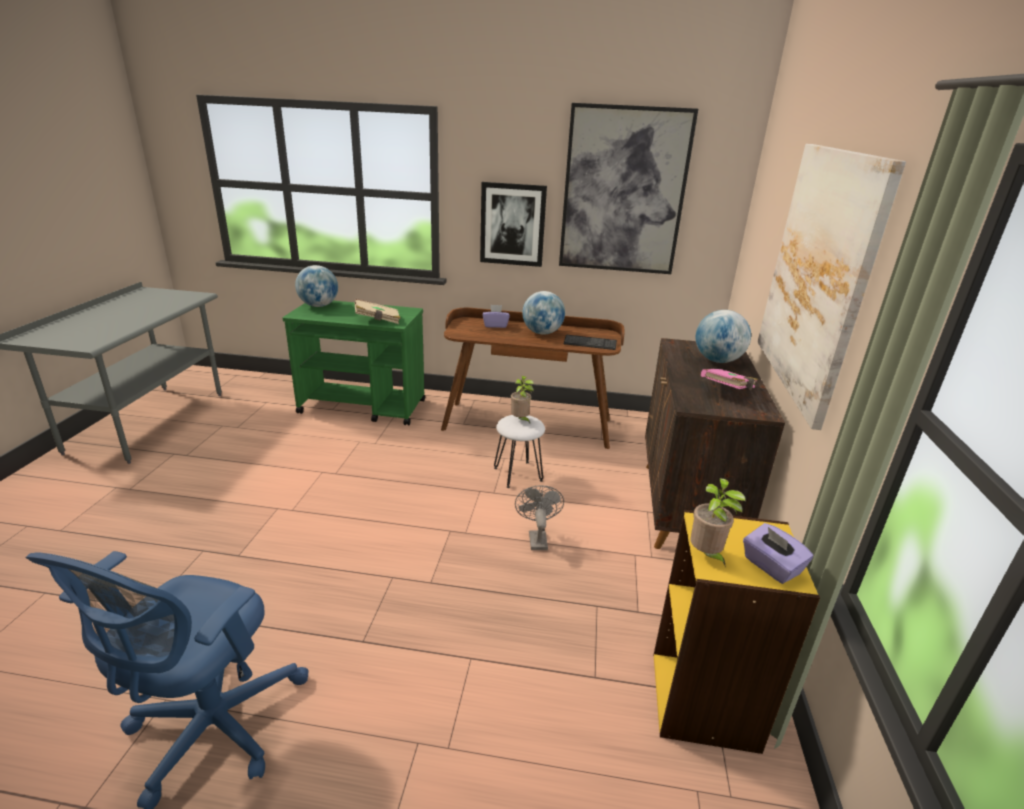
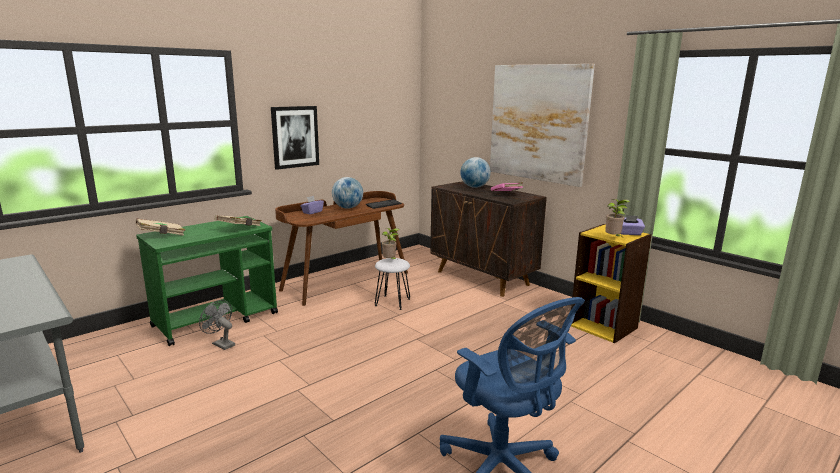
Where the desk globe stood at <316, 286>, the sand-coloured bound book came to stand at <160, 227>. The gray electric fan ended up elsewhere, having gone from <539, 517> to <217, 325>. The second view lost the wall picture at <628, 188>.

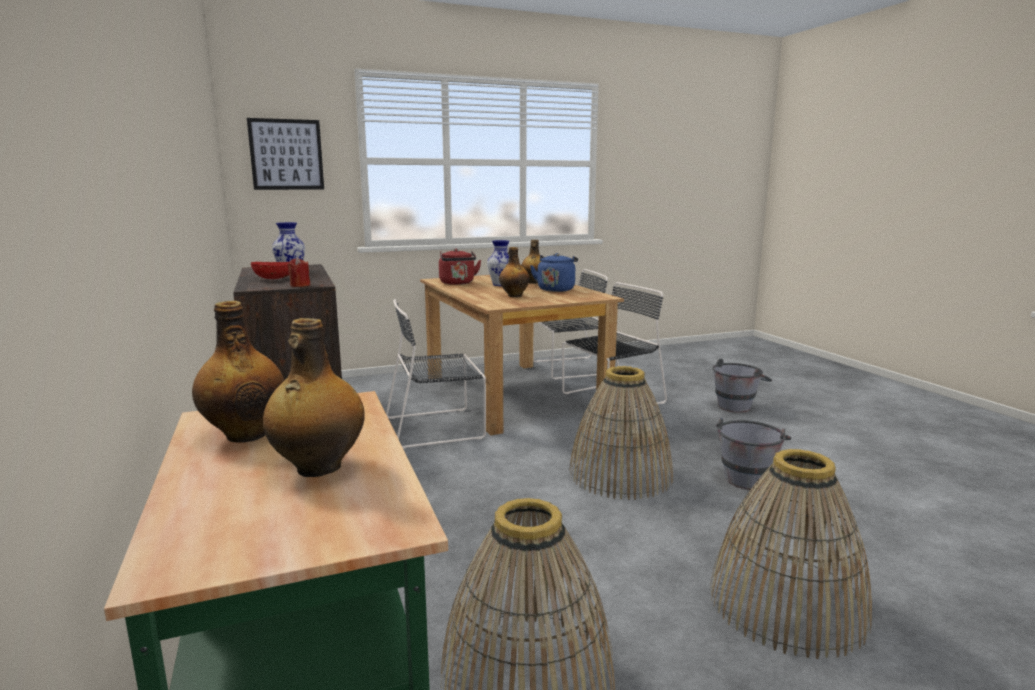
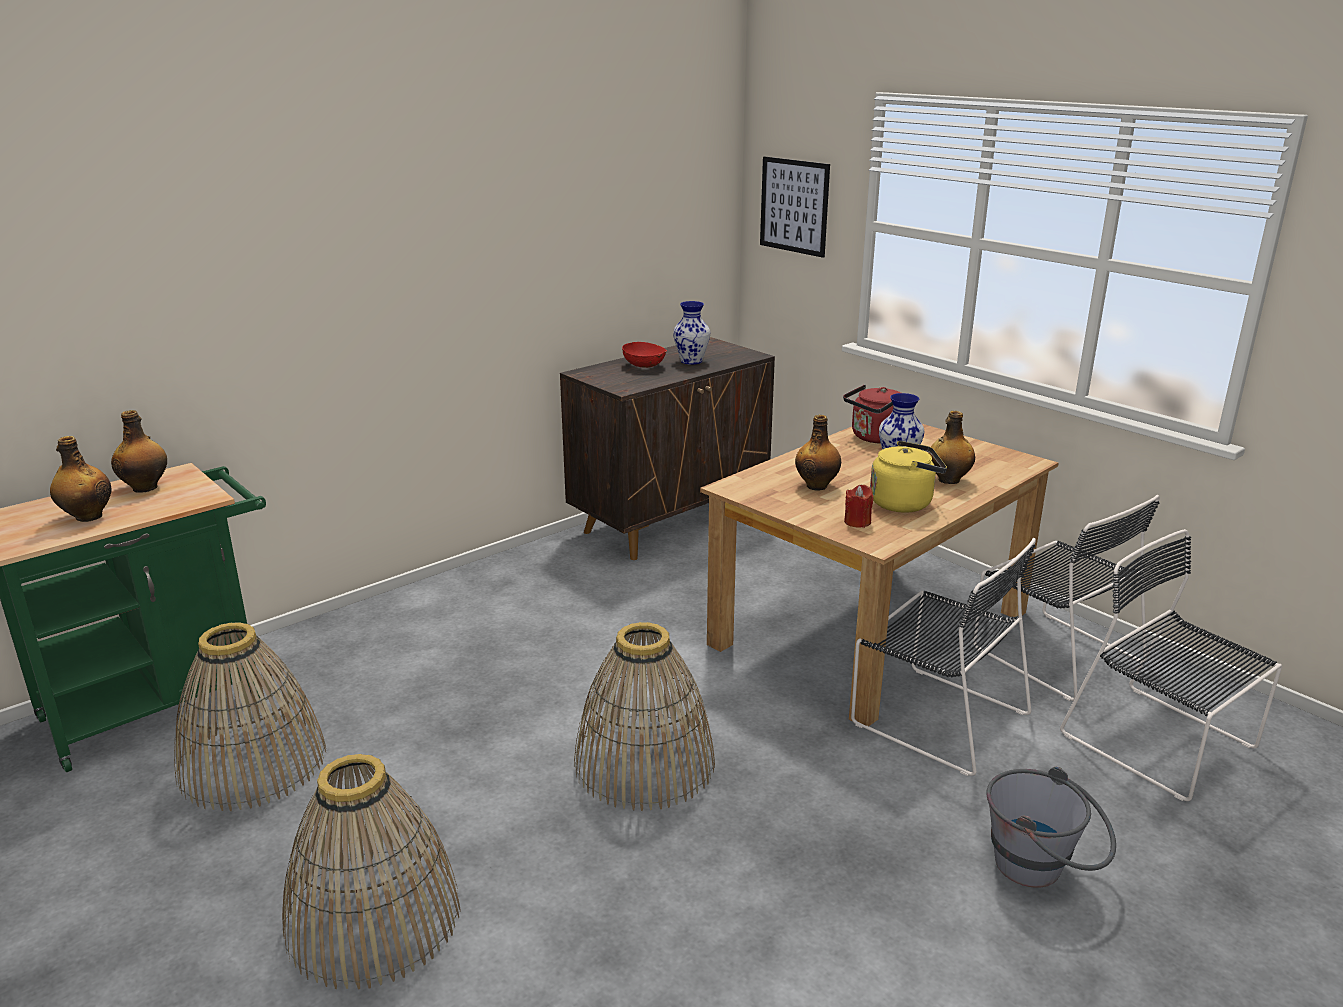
The red wax candle ended up elsewhere, having gone from <298, 272> to <858, 506>. The blackish upright chair ended up elsewhere, having gone from <436, 374> to <1171, 665>. What was the blue kettle at <554, 272> turned into the yellow-coloured kettle at <908, 477>. The second view lost the gray bucket at <753, 454>.

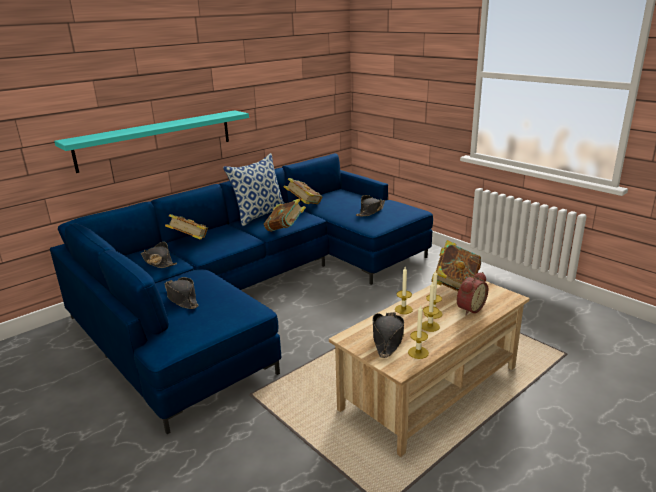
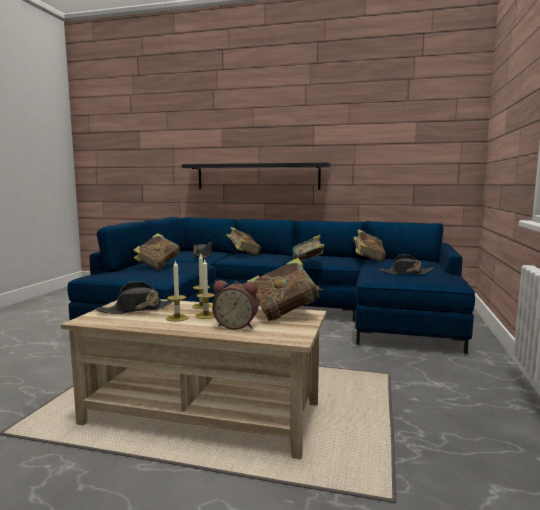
What was the turquoise bracket shelf at <151, 141> turned into the blackish bracket shelf at <256, 176>. Where the blackish clothing hat stood at <181, 293>, the bound book came to stand at <156, 251>. The second view lost the cushion at <254, 190>. The second view lost the wax candle at <418, 332>.

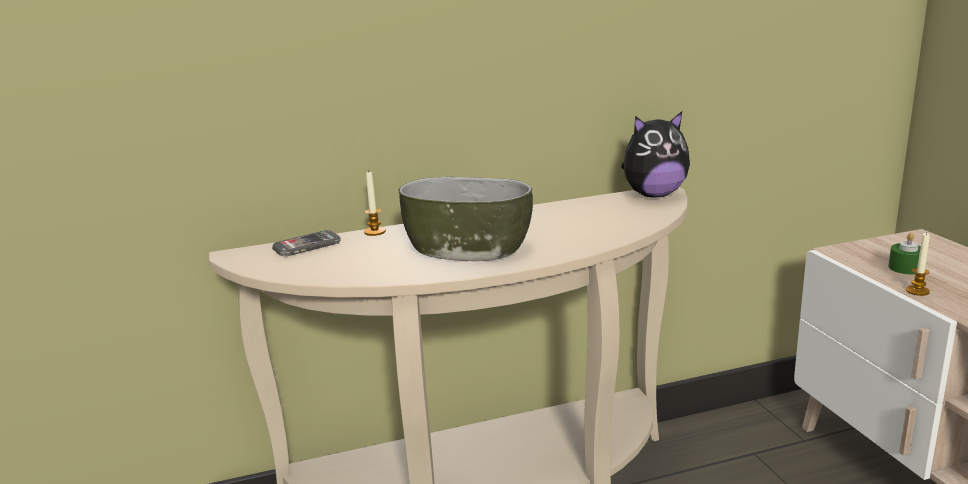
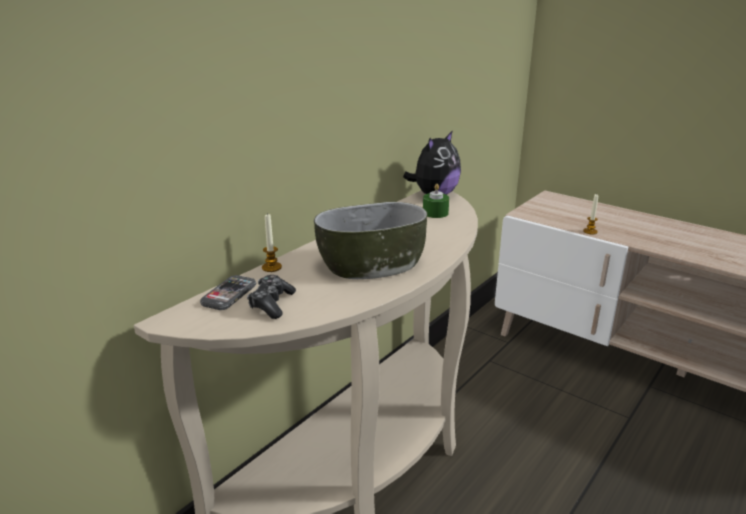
The green wax candle ended up elsewhere, having gone from <904, 254> to <436, 201>. The second view gained the gamepad at <271, 297>.

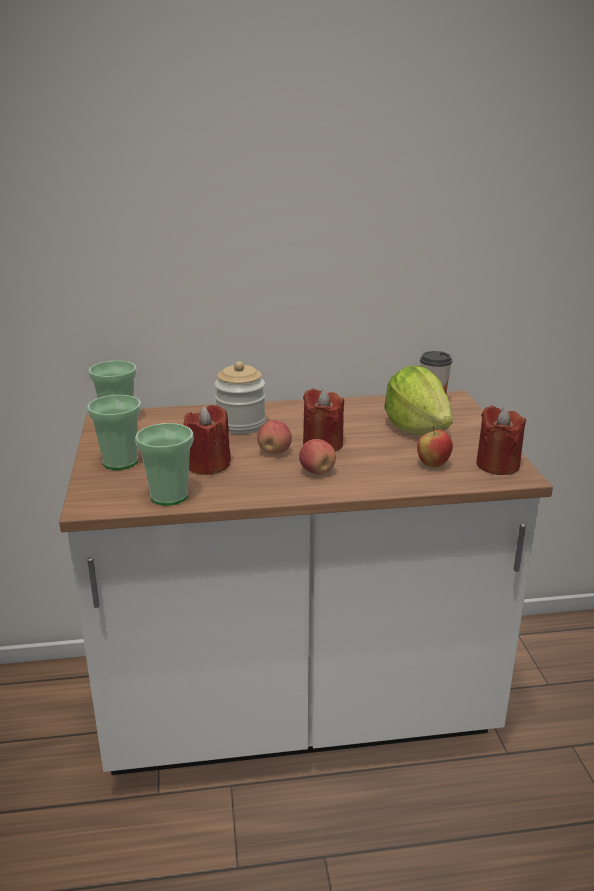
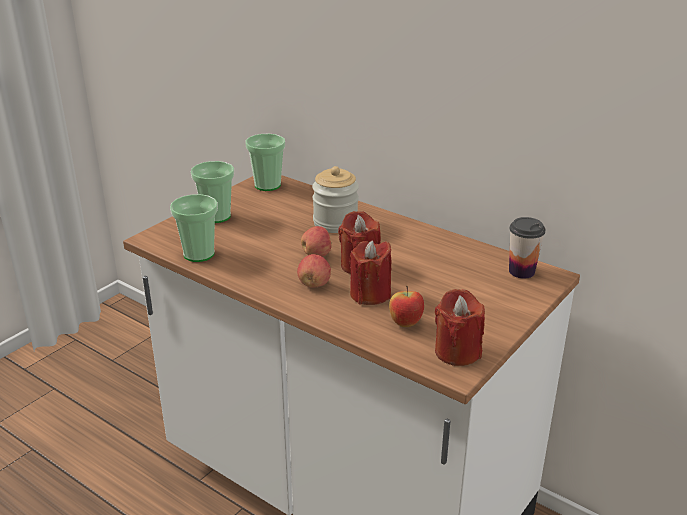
The red wax candle ended up elsewhere, having gone from <207, 440> to <370, 272>. The second view lost the lettuce head at <418, 400>.

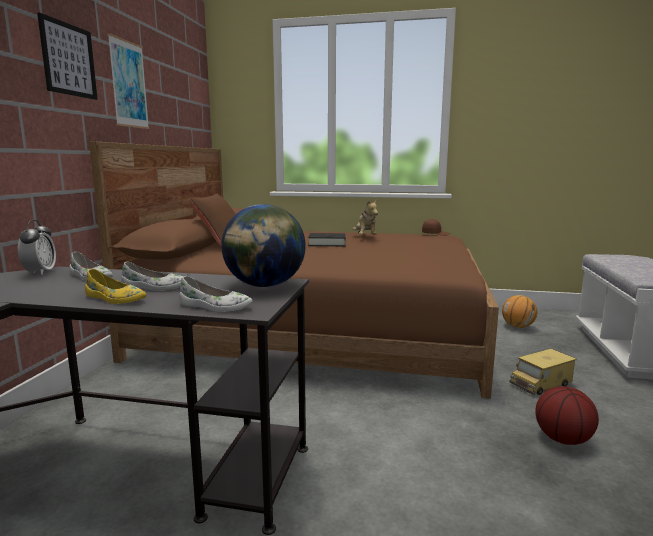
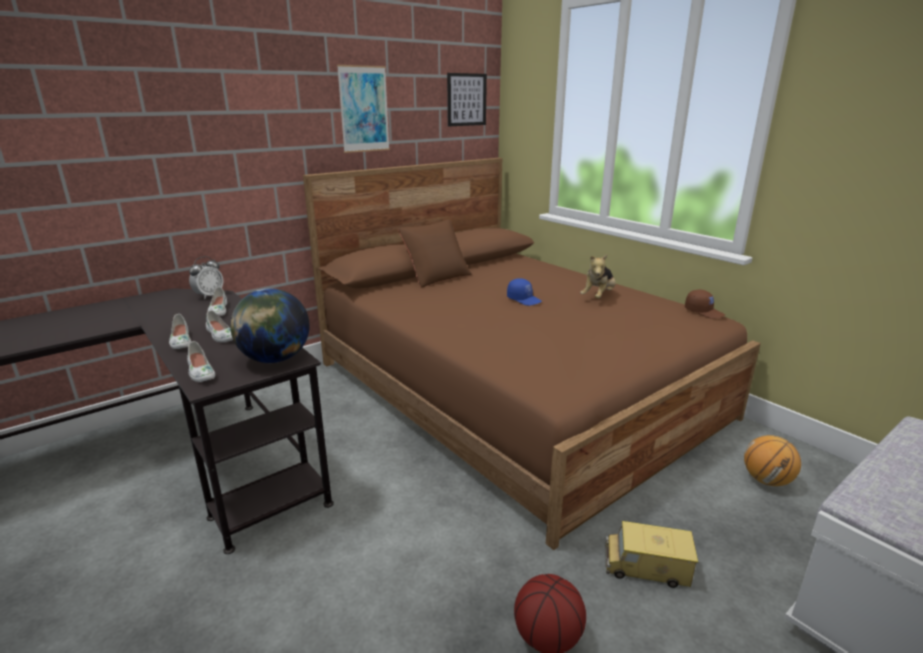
The wall picture ended up elsewhere, having gone from <67, 56> to <467, 99>. What was the yellow-coloured shoe at <115, 286> turned into the white shoe at <180, 331>. Where the blackish bound book stood at <327, 239>, the blue peaked cap came to stand at <524, 292>.

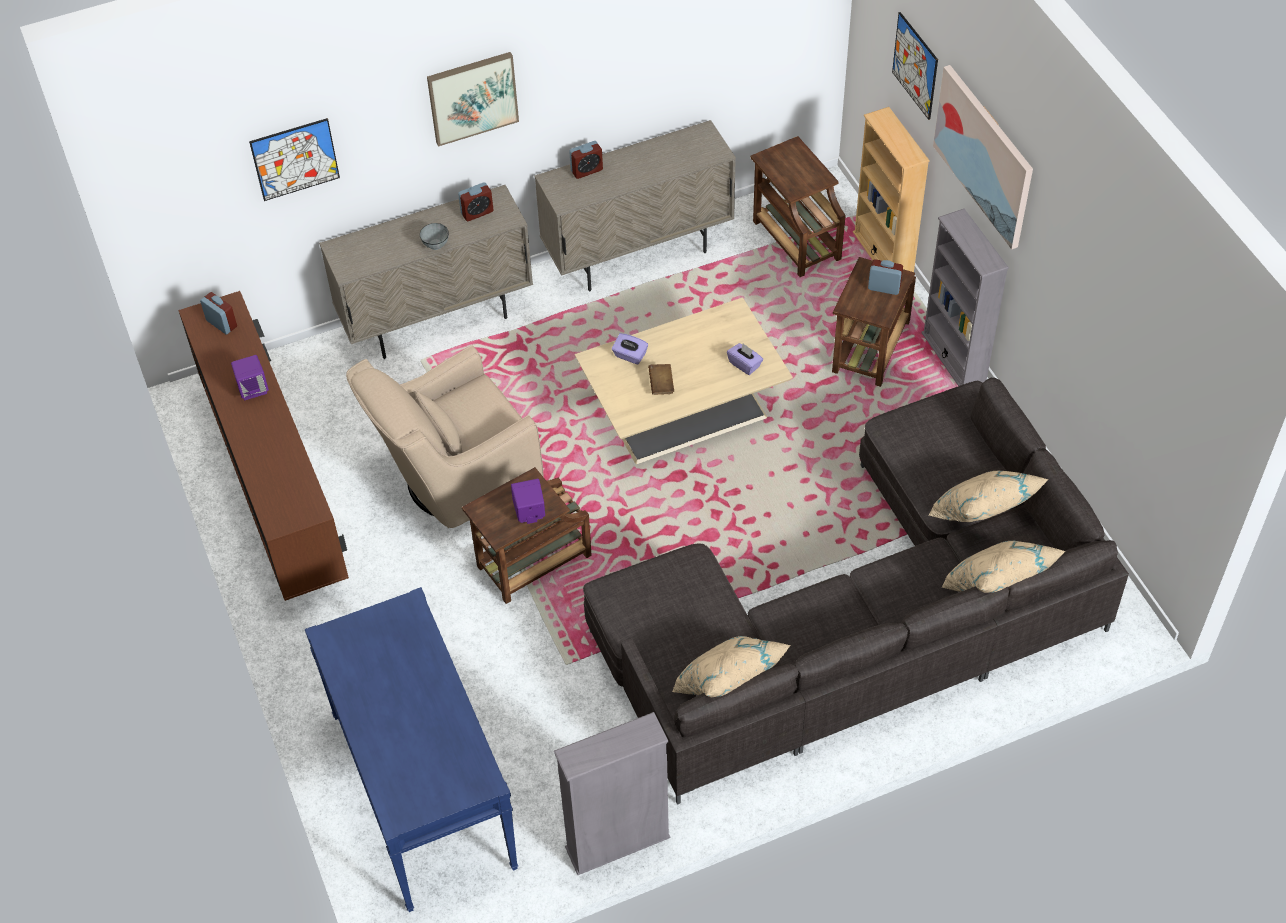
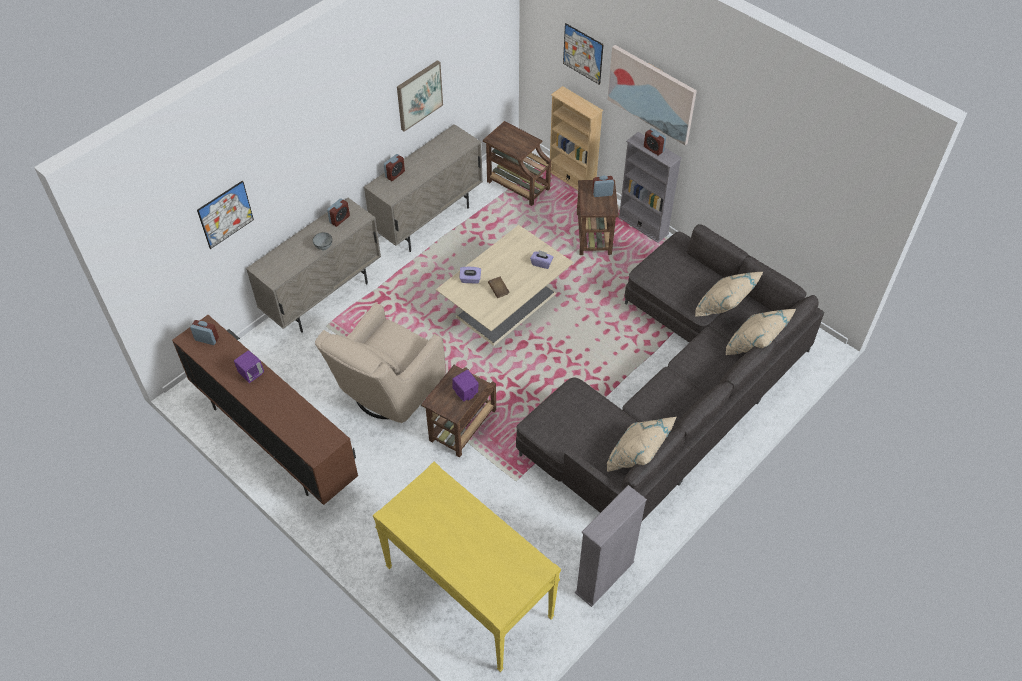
What was the blue console table at <411, 749> turned into the yellow-coloured console table at <467, 567>. The wall picture ended up elsewhere, having gone from <473, 99> to <420, 96>. The second view gained the alarm clock at <655, 141>.

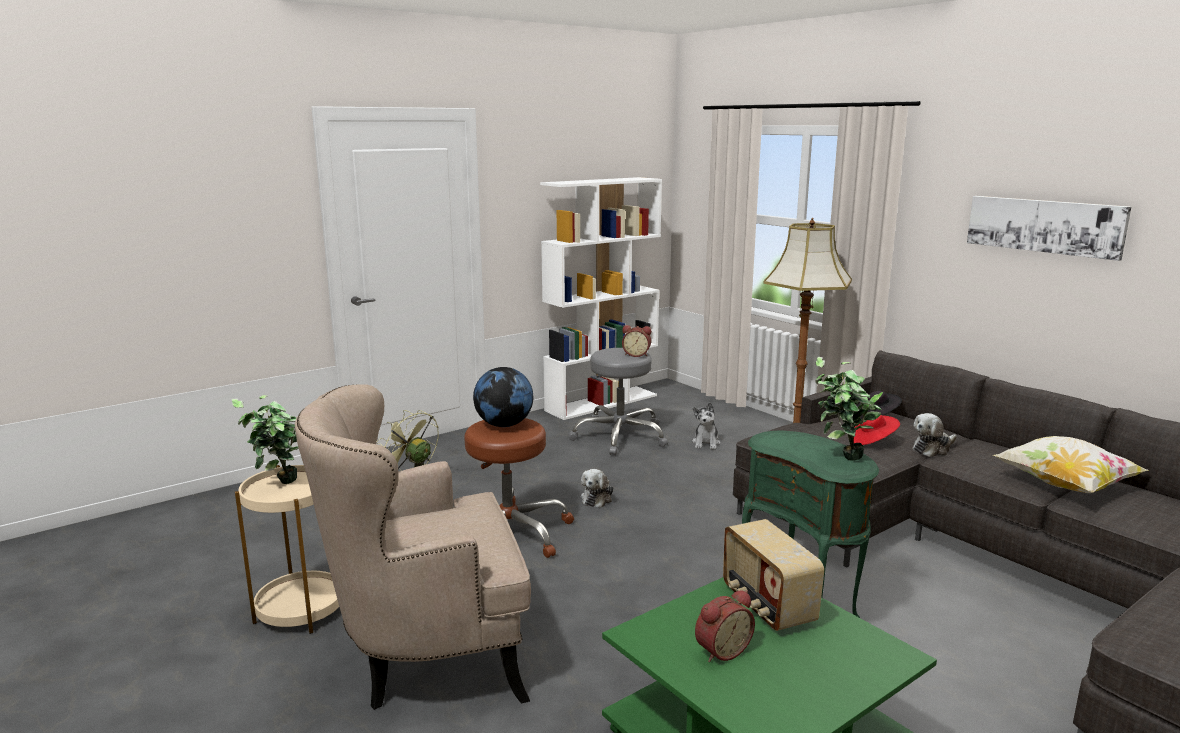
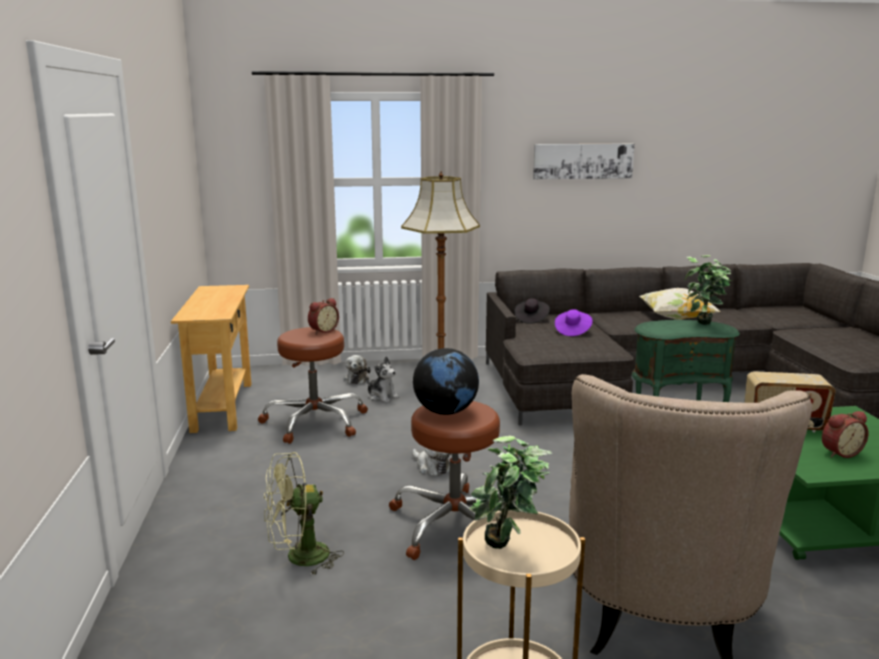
Where the white shelving unit stood at <601, 298>, the sand-coloured console table came to stand at <211, 359>. What was the gray stool at <618, 401> turned into the brownish stool at <313, 385>. The alarm clock at <725, 626> ended up facing another way, 75 degrees clockwise from before. What was the red clothing hat at <876, 430> turned into the purplish clothing hat at <574, 322>. The plush toy ended up elsewhere, having gone from <935, 435> to <357, 369>.

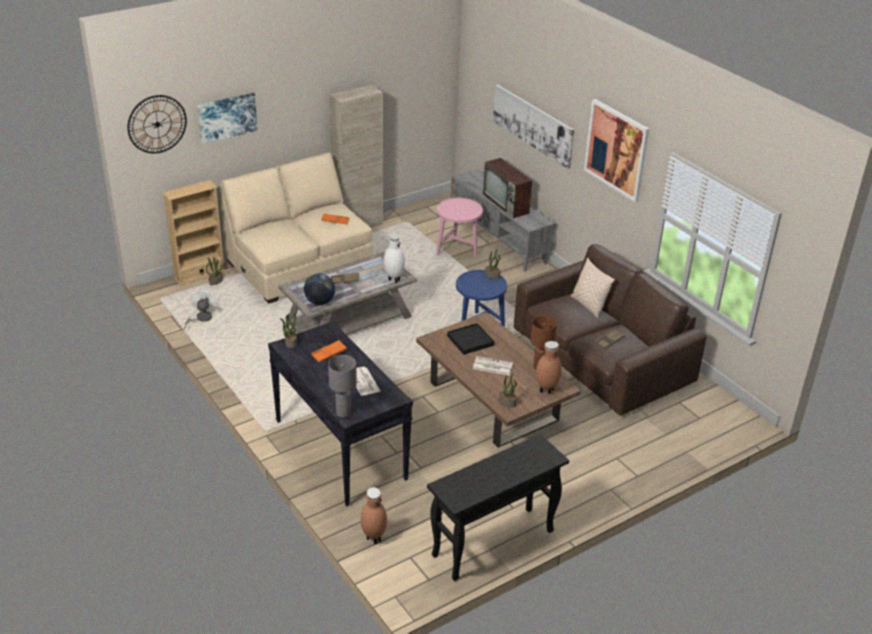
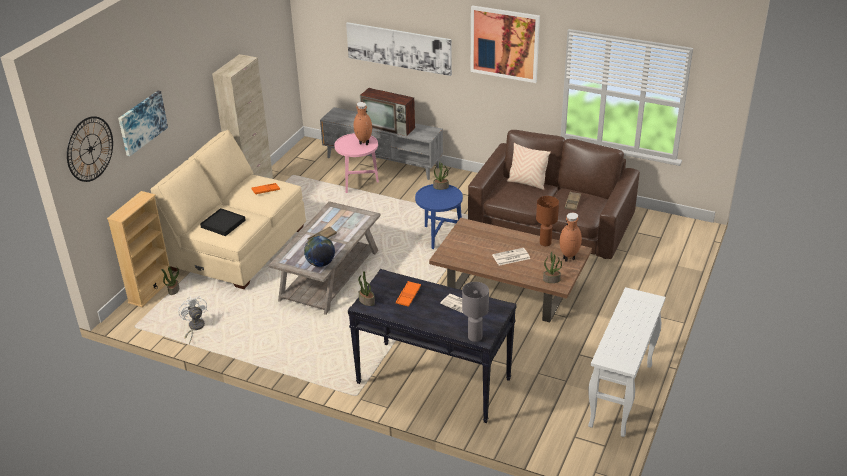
The brownish vase ended up elsewhere, having gone from <374, 515> to <362, 123>. The second view lost the white vase at <394, 258>. What was the blackish console table at <498, 507> turned into the white console table at <626, 362>. The blackish carrying tray ended up elsewhere, having gone from <470, 339> to <223, 222>.

